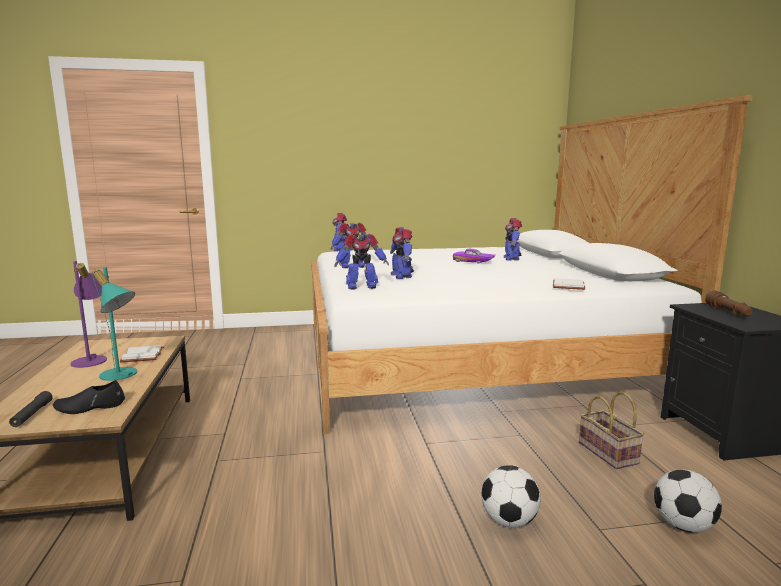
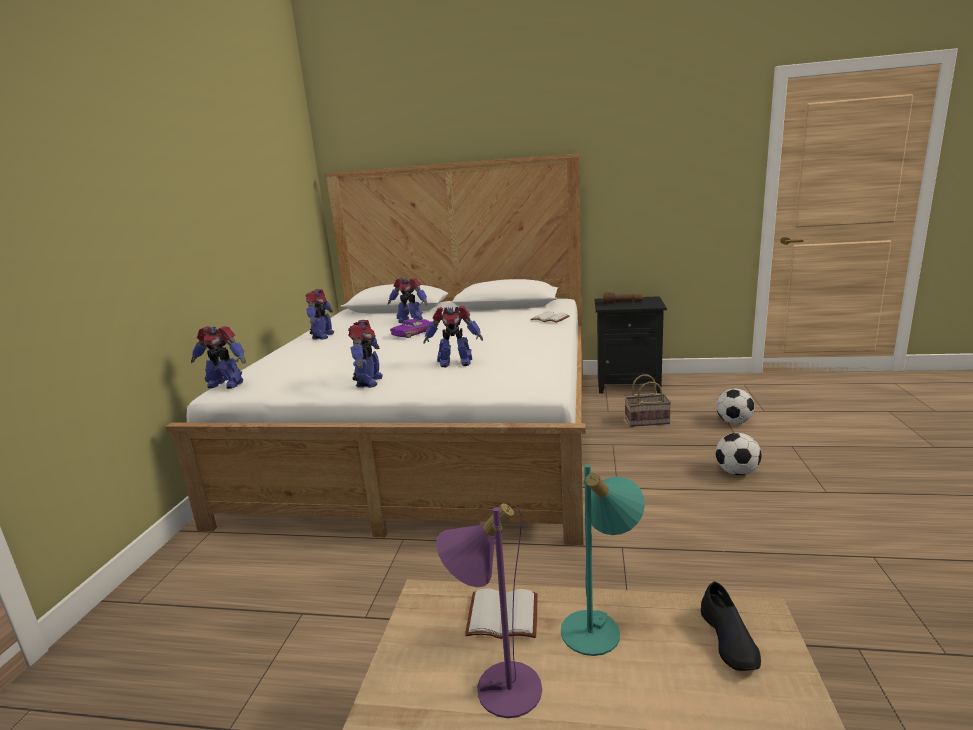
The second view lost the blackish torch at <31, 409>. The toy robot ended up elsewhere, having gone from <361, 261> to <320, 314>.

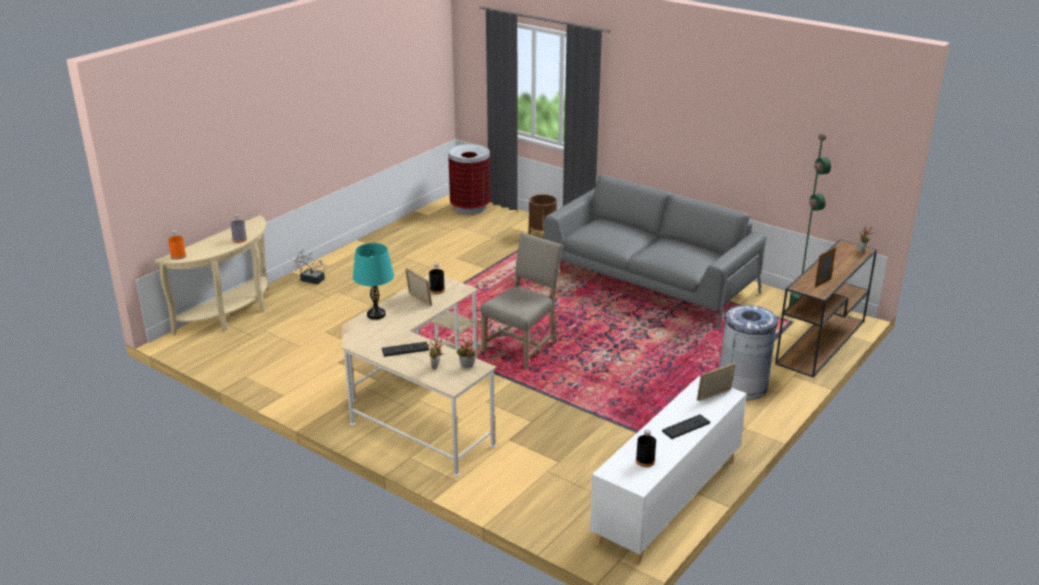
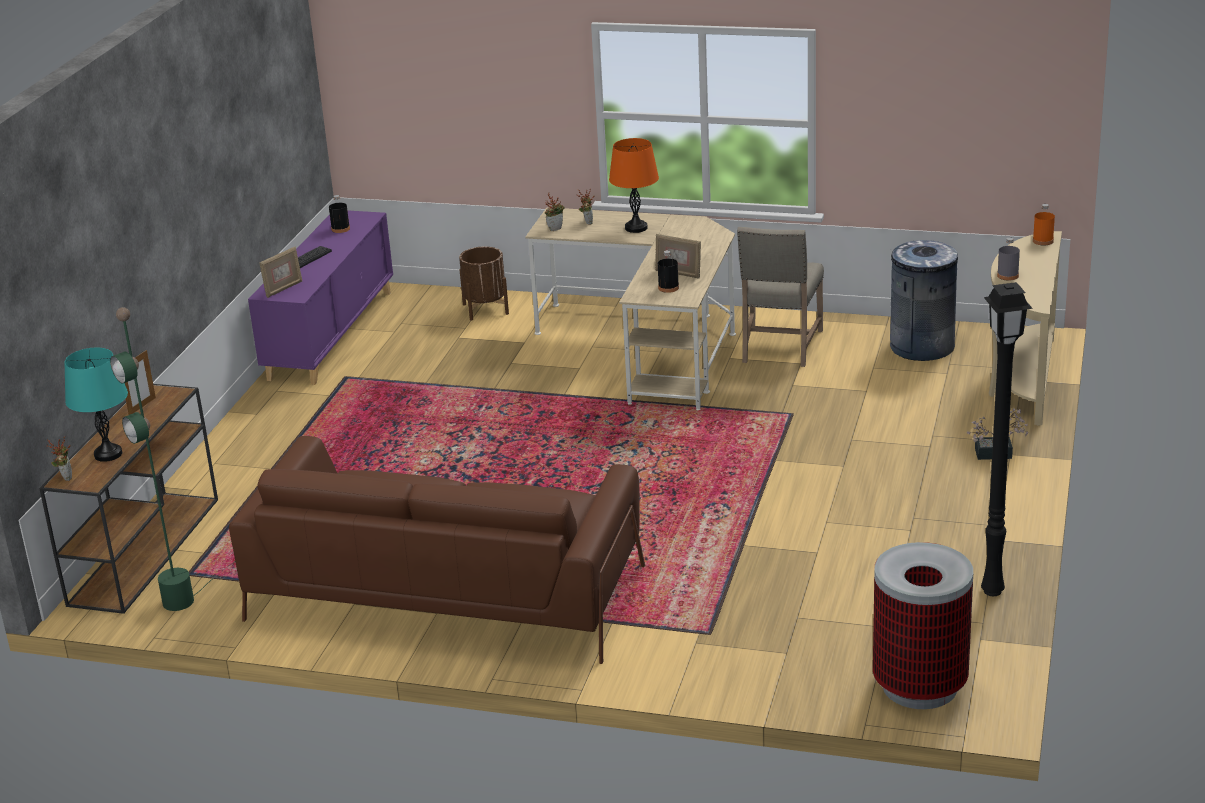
The turquoise tabletop lamp ended up elsewhere, having gone from <373, 281> to <96, 405>. Where the computer keyboard stood at <405, 349>, the orange-coloured tabletop lamp came to stand at <634, 185>. The sand-coloured upright chair ended up elsewhere, having gone from <521, 300> to <780, 297>. The brownish flower pot ended up elsewhere, having gone from <543, 214> to <484, 283>. What was the gray settee at <655, 252> turned into the brownish settee at <437, 550>. What was the white cabinet at <668, 470> turned into the purplish cabinet at <320, 297>. The gray waste bin ended up elsewhere, having gone from <749, 352> to <924, 300>. The second view gained the blackish standard lamp at <1007, 439>.

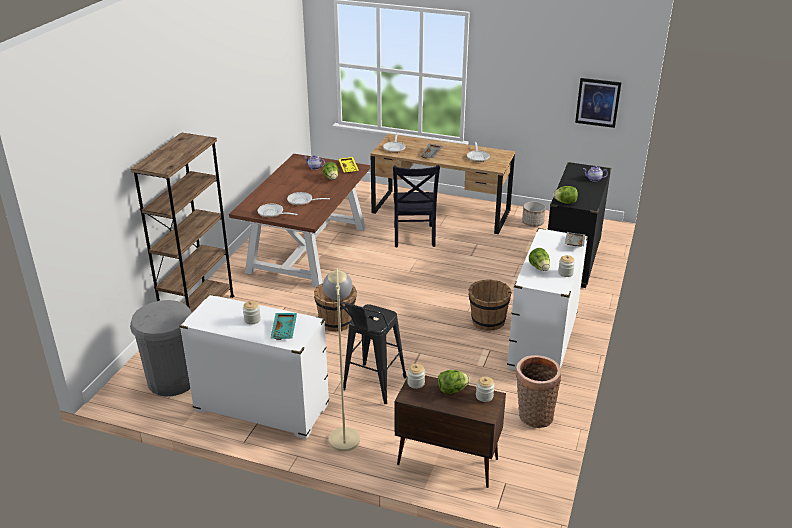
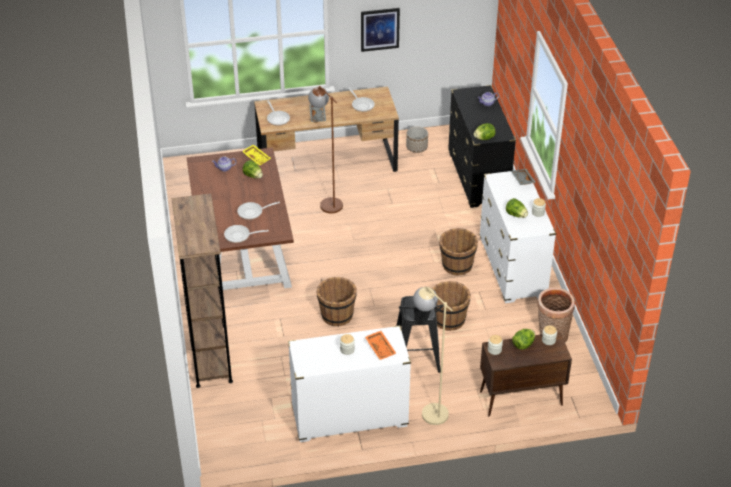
The second view lost the gray waste bin at <161, 348>. What was the turquoise carrying tray at <283, 326> turned into the orange-coloured carrying tray at <380, 345>. Where the blackish upright chair stood at <416, 206>, the brownish standard lamp came to stand at <325, 149>. The wall picture ended up elsewhere, having gone from <598, 103> to <380, 30>. The second view gained the brownish bucket at <452, 306>.

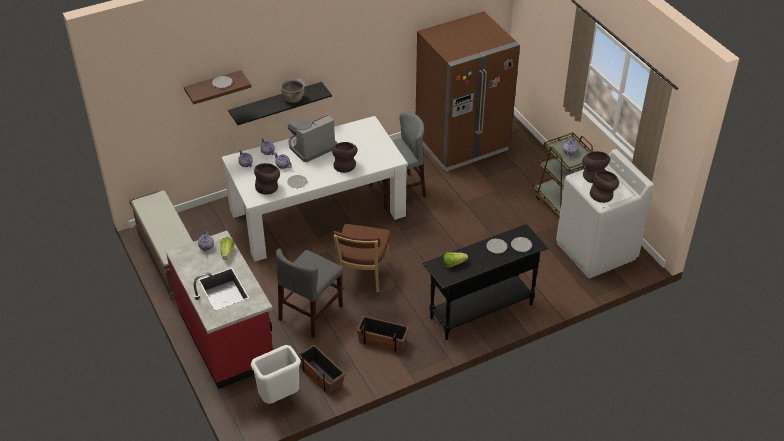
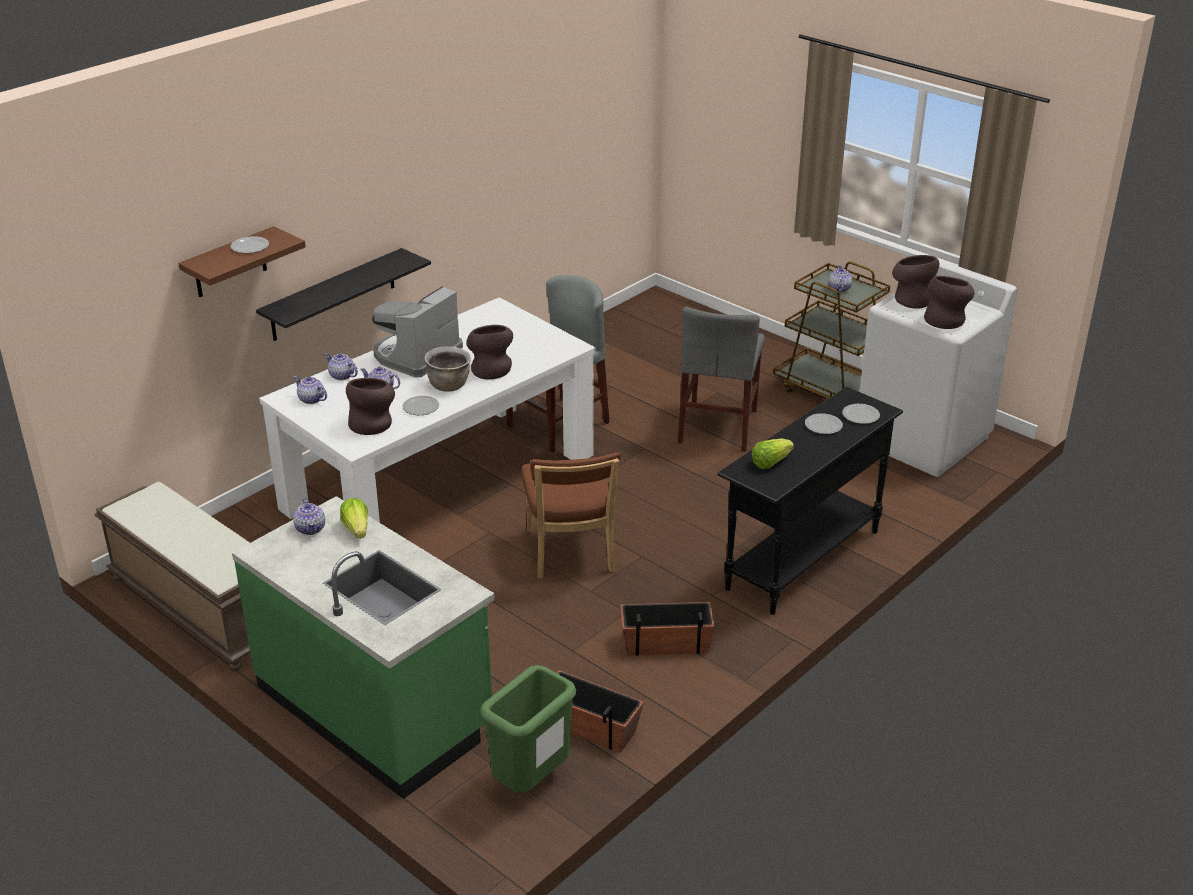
What was the red kitchen counter at <219, 309> turned into the green kitchen counter at <363, 647>. What was the white waste bin at <276, 374> turned into the green waste bin at <528, 729>. The gray upright chair ended up elsewhere, having gone from <309, 293> to <721, 379>. The brownish stockpot ended up elsewhere, having gone from <292, 90> to <447, 369>. The second view lost the brownish fridge at <468, 91>.

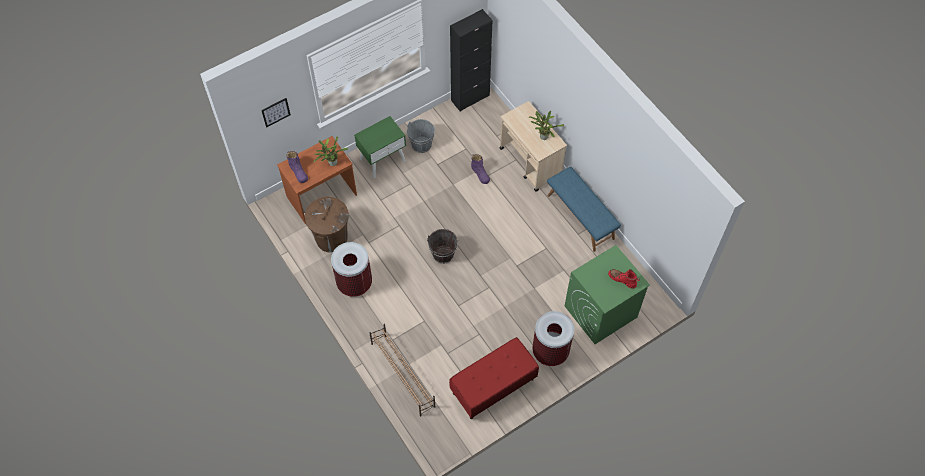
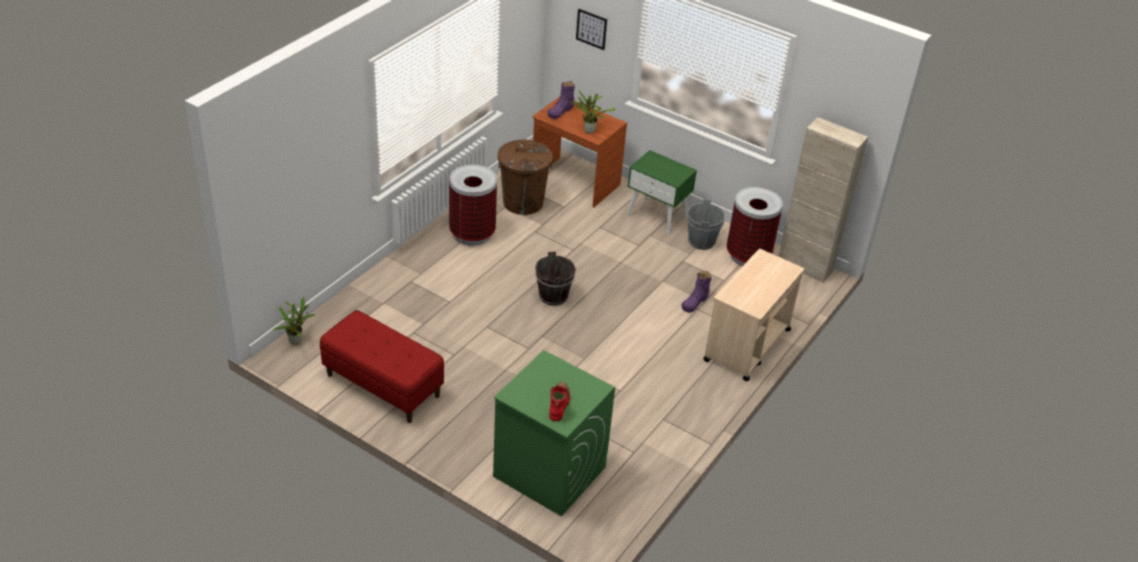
The second view lost the brownish shoe shelf at <402, 370>. What was the blackish cabinet at <471, 60> turned into the sand-coloured cabinet at <823, 200>. The plant in a pot ended up elsewhere, having gone from <546, 125> to <293, 321>. The waste bin ended up elsewhere, having gone from <553, 338> to <755, 226>. The second view lost the blue indoor bench at <584, 209>.

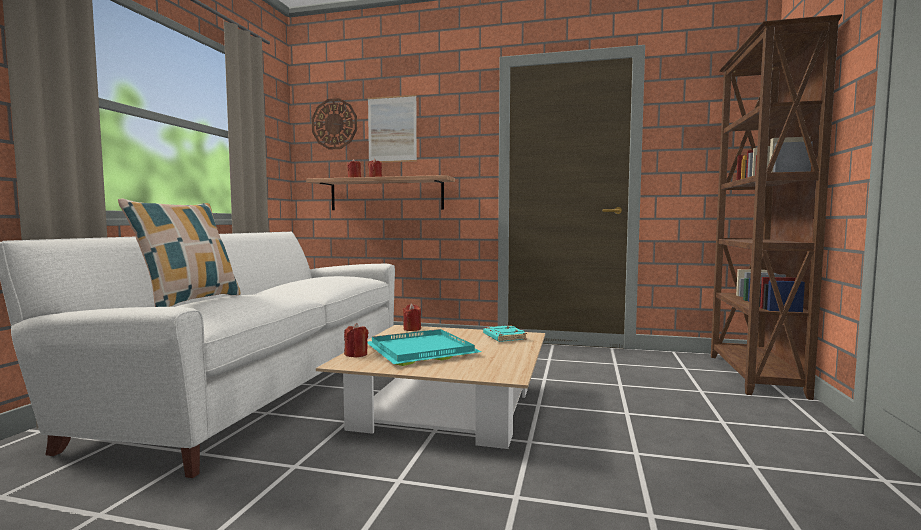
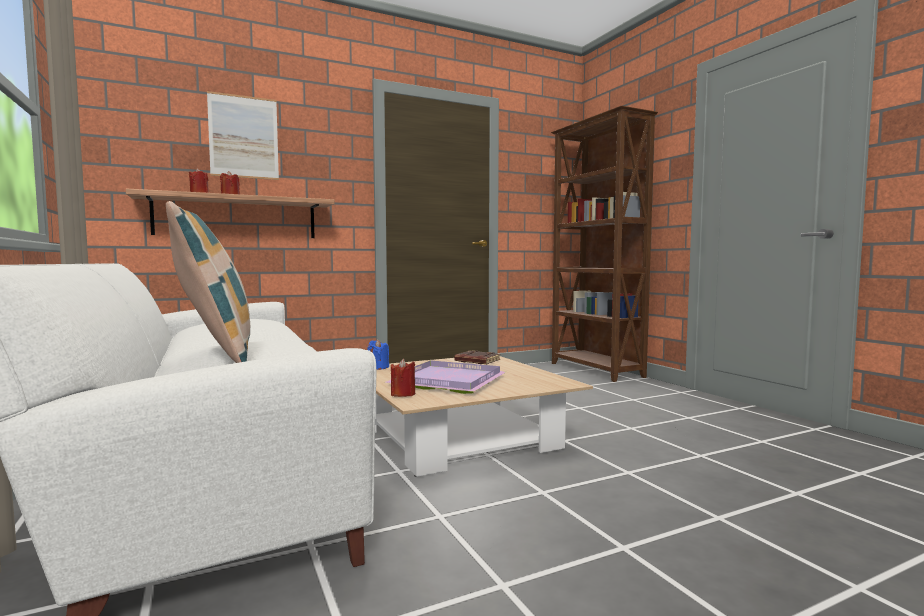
The second view lost the wall clock at <334, 124>. What was the turquoise carrying tray at <424, 347> turned into the purplish carrying tray at <446, 377>. What was the red wax candle at <412, 317> turned into the blue wax candle at <378, 354>. What was the turquoise bound book at <505, 333> turned into the brownish bound book at <477, 357>.

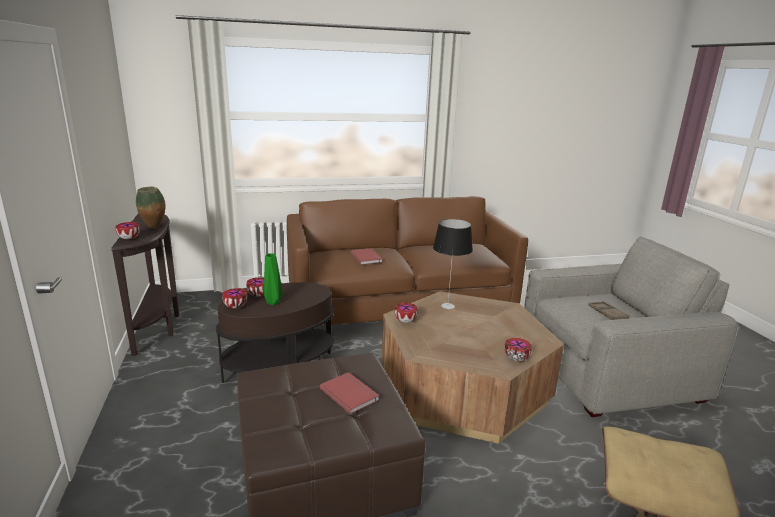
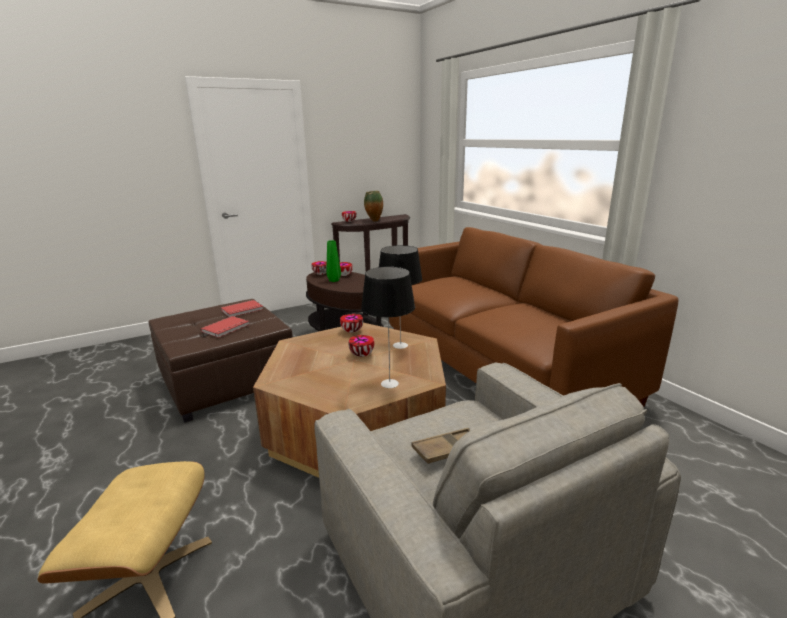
The red bound book ended up elsewhere, having gone from <366, 256> to <242, 308>. The bowl ended up elsewhere, having gone from <518, 349> to <361, 346>. The second view gained the tabletop lamp at <388, 327>.

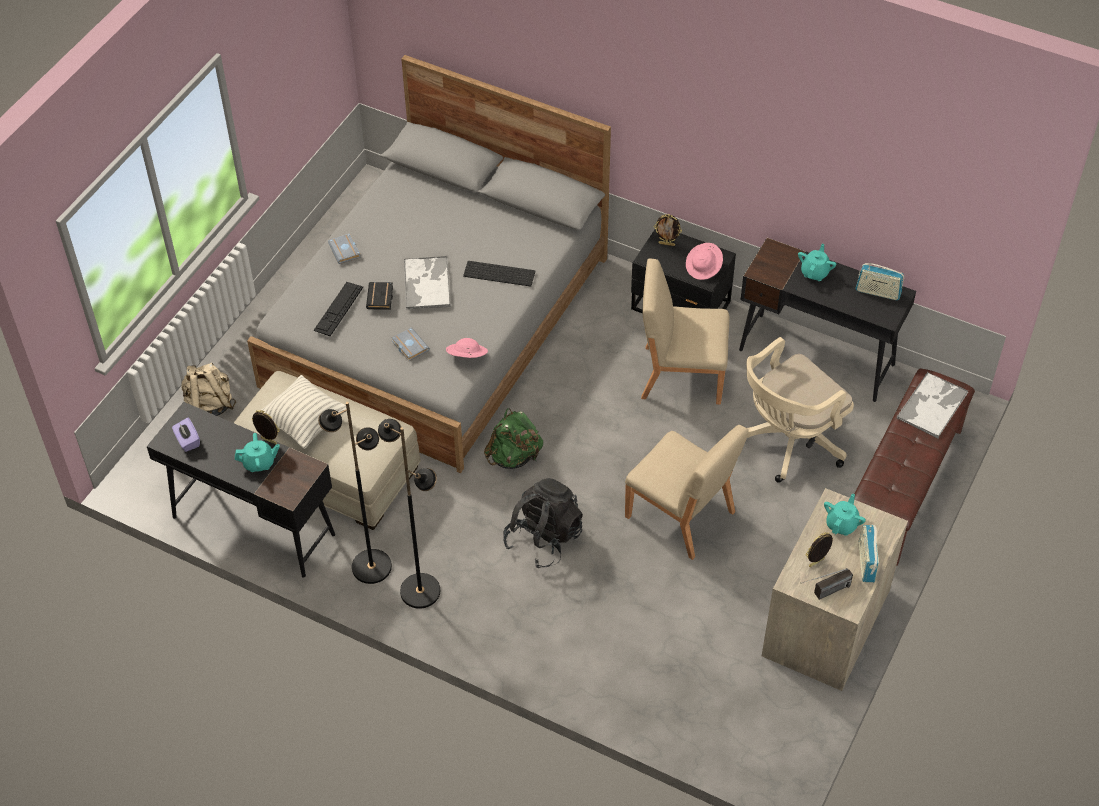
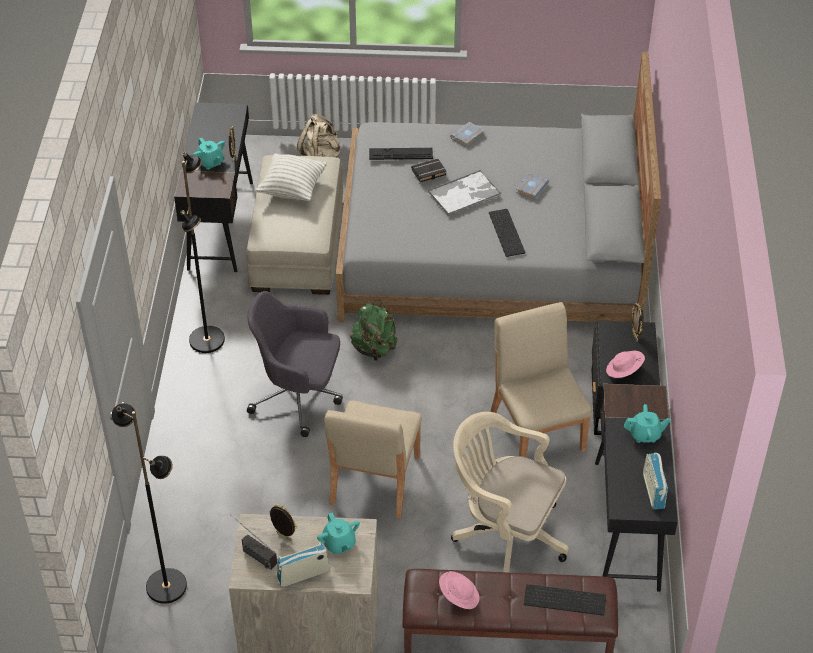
The second view lost the purplish tissue holder at <186, 434>. The blackish standard lamp ended up elsewhere, having gone from <355, 493> to <149, 503>. The gray bound book ended up elsewhere, having gone from <411, 344> to <532, 186>. The pink-coloured clothing hat ended up elsewhere, having gone from <467, 348> to <459, 590>. Where the blackish backpack stood at <543, 523>, the gray computer chair came to stand at <295, 364>. The turquoise teapot at <845, 514> ended up facing another way, 60 degrees clockwise from before. Where the carrying tray stood at <932, 405>, the computer keyboard came to stand at <565, 600>.

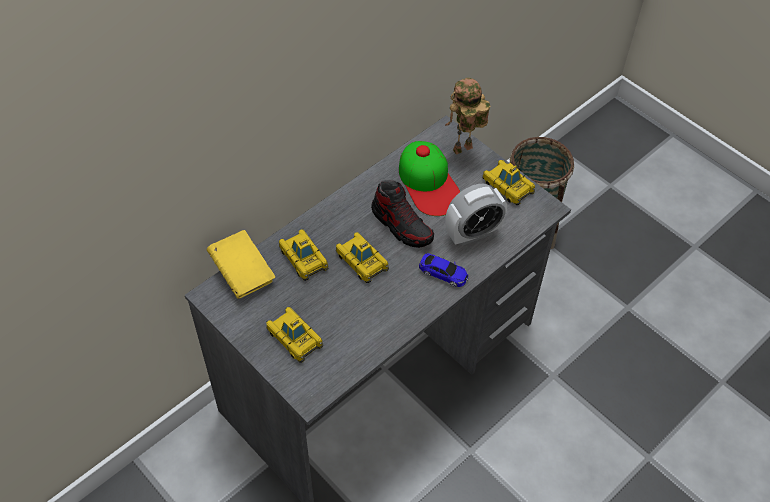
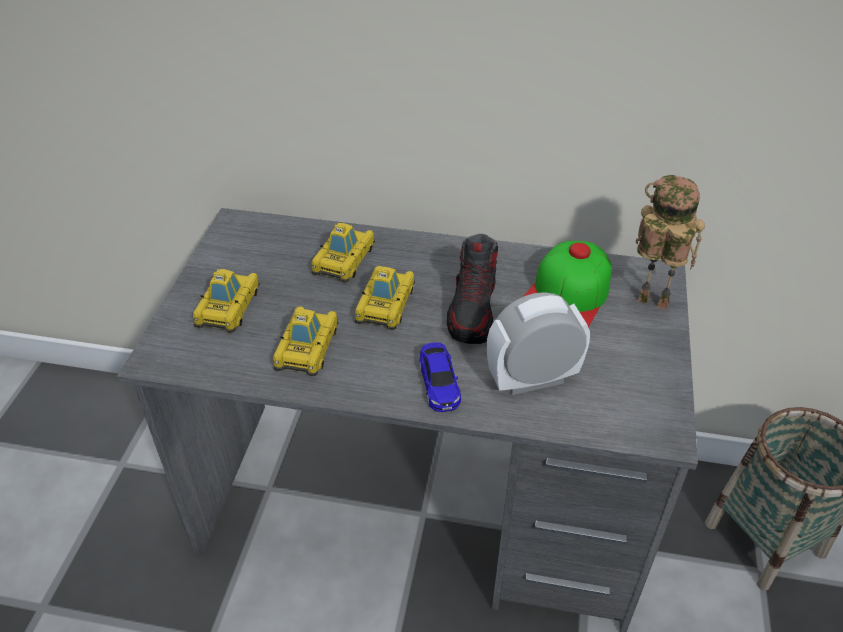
The second view lost the yellow-coloured bound book at <241, 264>. The alarm clock at <476, 215> ended up facing another way, 135 degrees clockwise from before. The model car ended up elsewhere, having gone from <508, 182> to <305, 341>.

